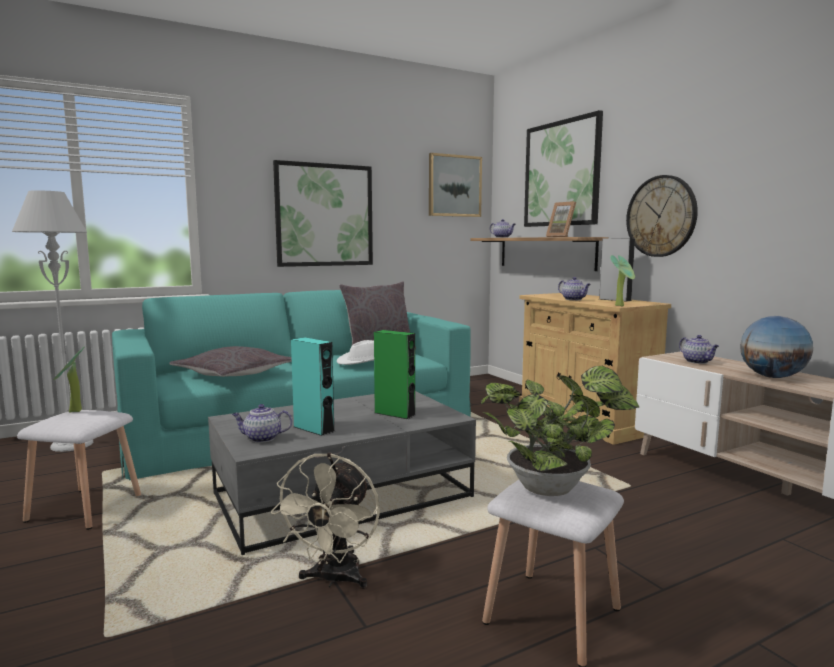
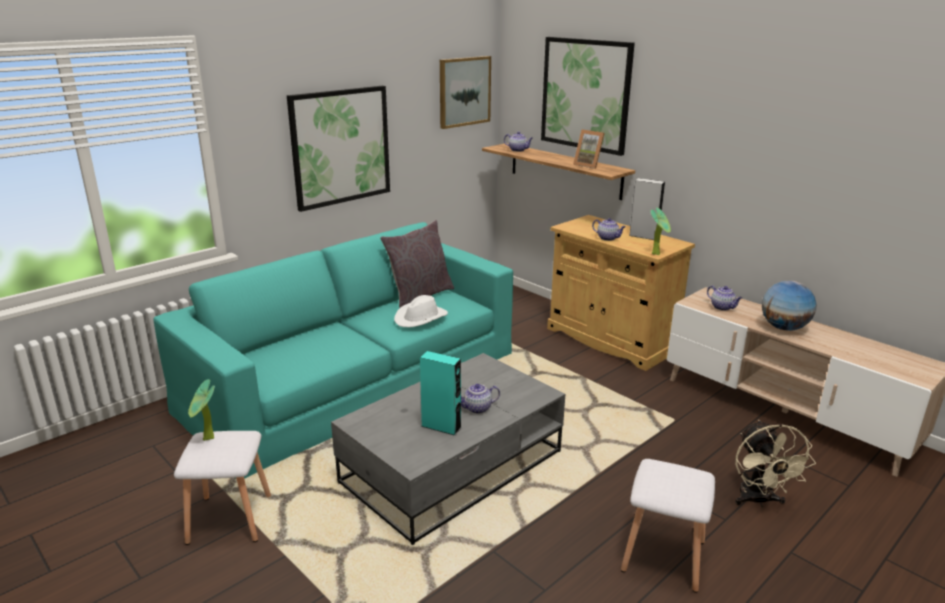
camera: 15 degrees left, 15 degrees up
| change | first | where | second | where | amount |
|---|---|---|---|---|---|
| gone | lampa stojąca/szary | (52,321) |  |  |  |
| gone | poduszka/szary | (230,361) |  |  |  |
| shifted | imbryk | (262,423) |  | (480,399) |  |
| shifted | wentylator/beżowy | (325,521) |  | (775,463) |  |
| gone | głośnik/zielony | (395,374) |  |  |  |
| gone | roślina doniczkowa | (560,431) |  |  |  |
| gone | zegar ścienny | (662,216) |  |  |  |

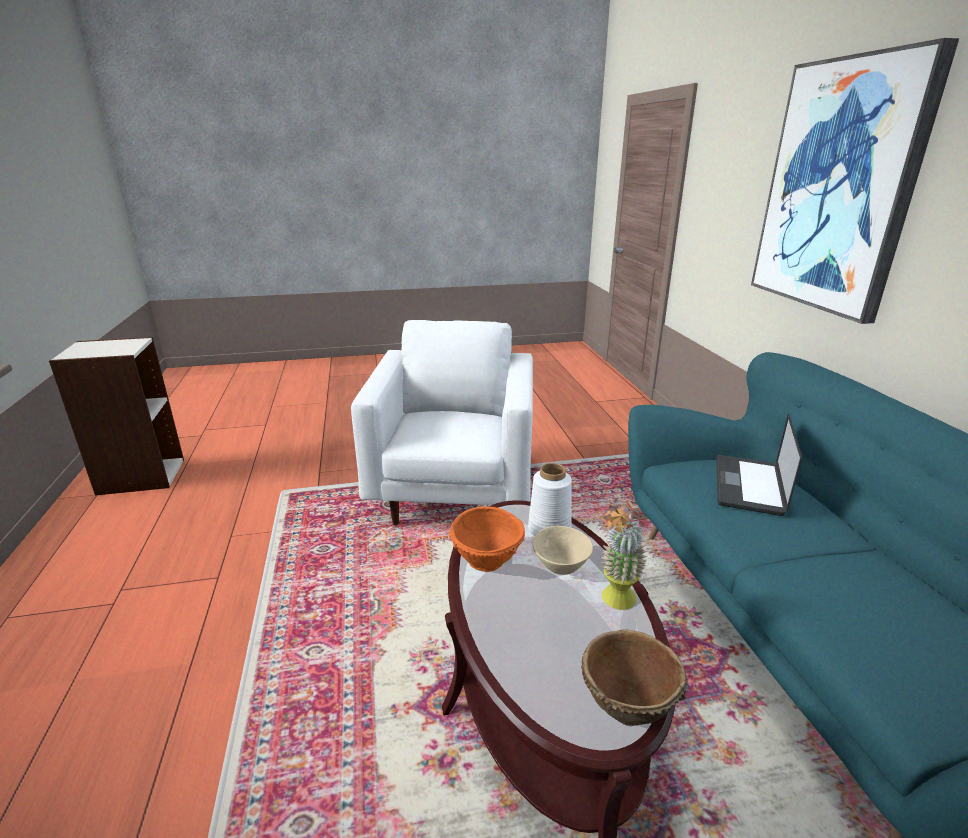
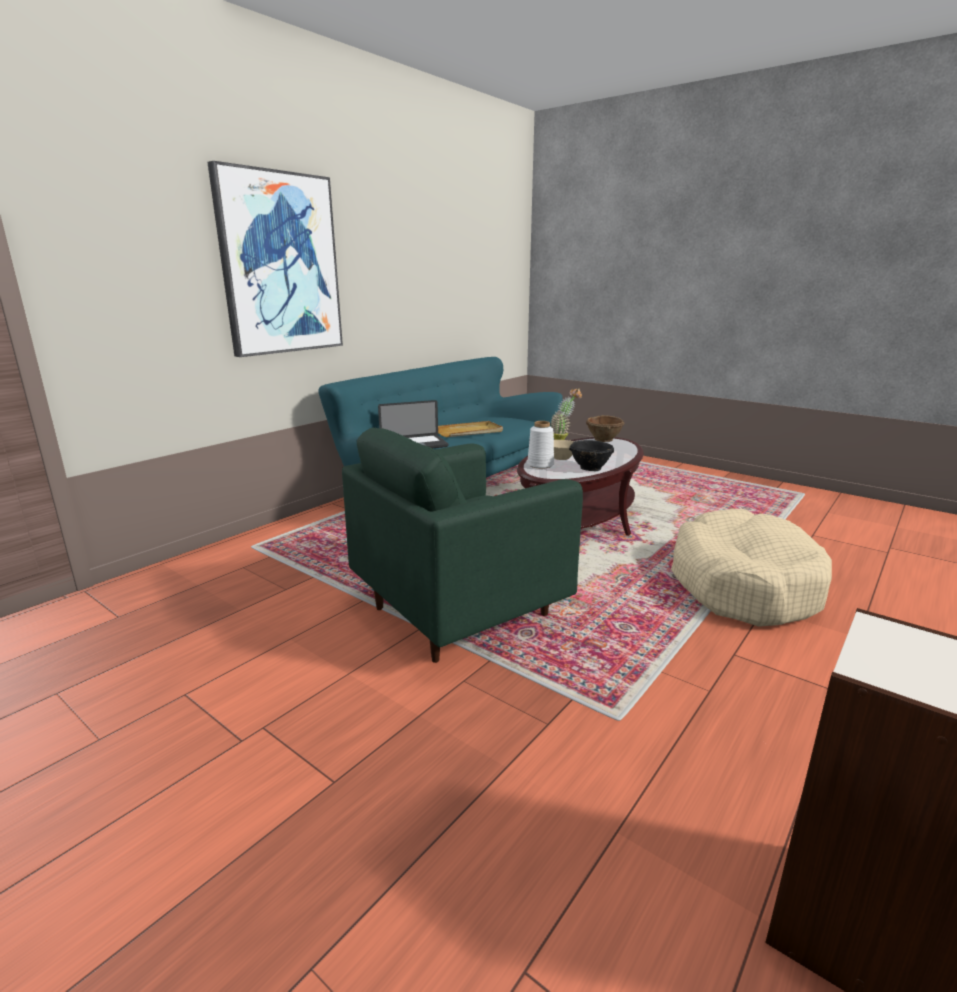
camera: 130 degrees left, 5 degrees down
| change | first | where | second | where | amount |
|---|---|---|---|---|---|
| repainted | fotel/biały | (442,422) | fotel/zielony | (462,545) |  |
| repainted | miska/pomarańczowy | (487,539) | miska/czarny | (591,455) |  |
| new |  |  | taca/beżowy | (470,429) |  |
| new |  |  | legowisko/beżowy | (751,568) |  |

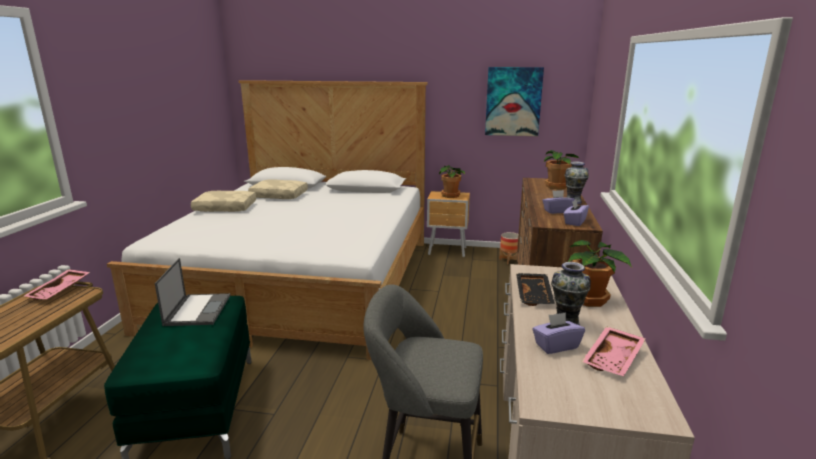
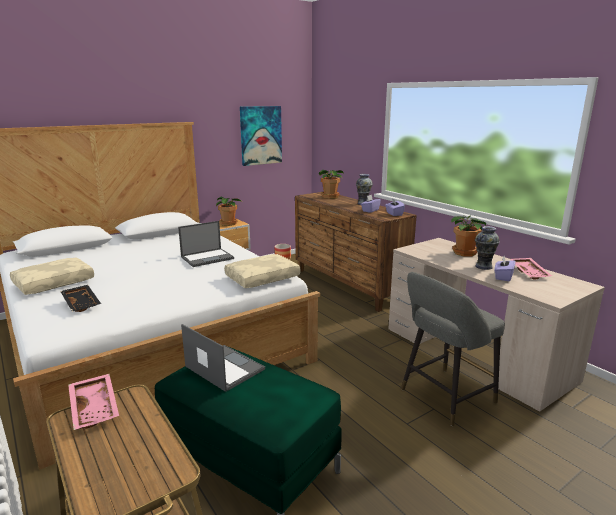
camera: 45 degrees left, 0 degrees up
| change | first | where | second | where | amount |
|---|---|---|---|---|---|
| shifted | poduszka/beżowy | (278,189) |  | (262,271) |  |
| shifted | taca/czarny | (535,289) |  | (80,298) |  |
| new |  |  | laptop | (206,244) |  |

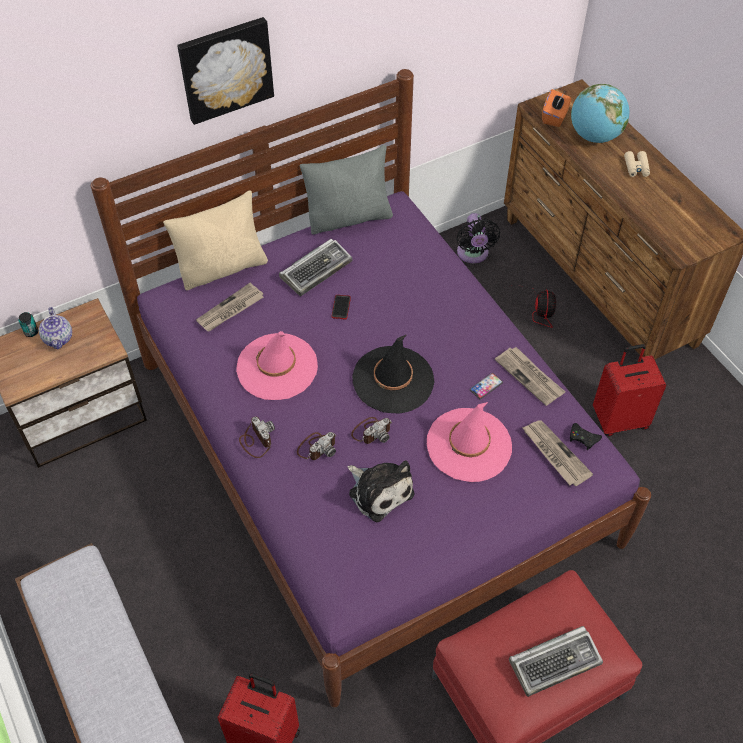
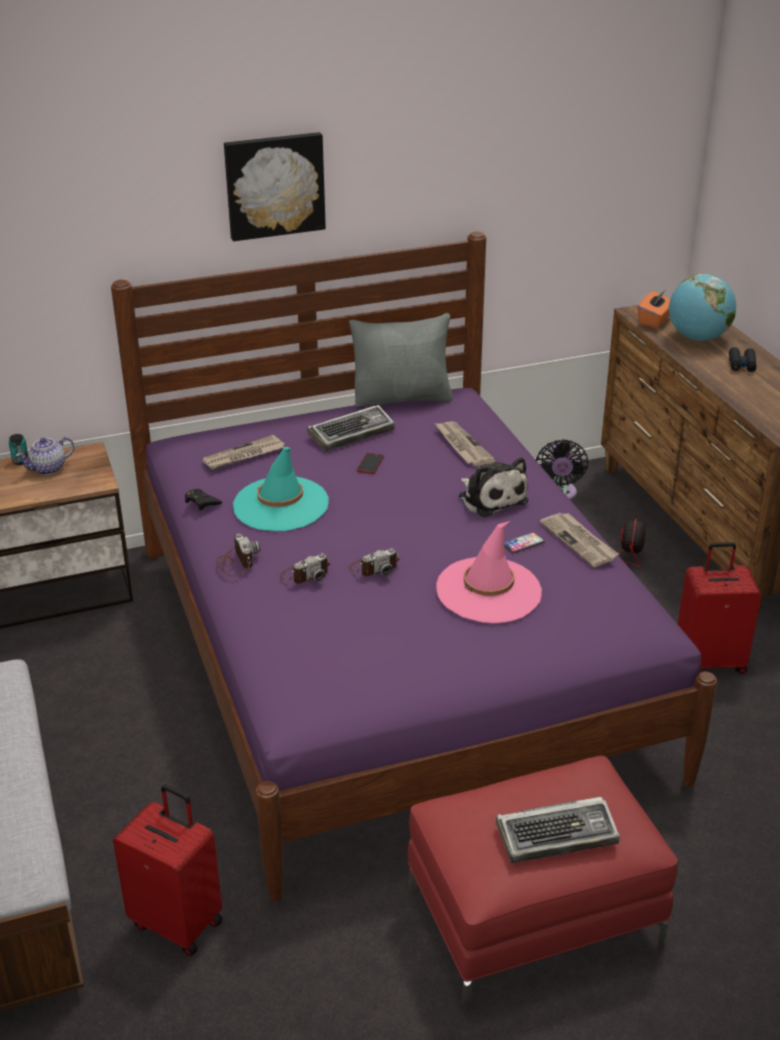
camera: 10 degrees right, 20 degrees down
| change | first | where | second | where | amount |
|---|---|---|---|---|---|
| rotated | imbryk | (55,328) |  | (45,456) | 60 degrees clockwise |
| gone | poduszka/beżowy | (215,240) |  |  |  |
| repainted | kapelusz/różowy | (277,365) | kapelusz/turkusowy | (281,489) |  |
| shifted | pluszak | (381,491) |  | (494,487) |  |
| gone | kapelusz/czarny | (393,374) |  |  |  |
| shifted | gazeta | (557,453) |  | (465,444) |  |
| shifted | pad do gier/czarny | (586,436) |  | (203,500) |  |
| repainted | lornetka/beżowy | (637,164) | lornetka/czarny | (742,359) |  |

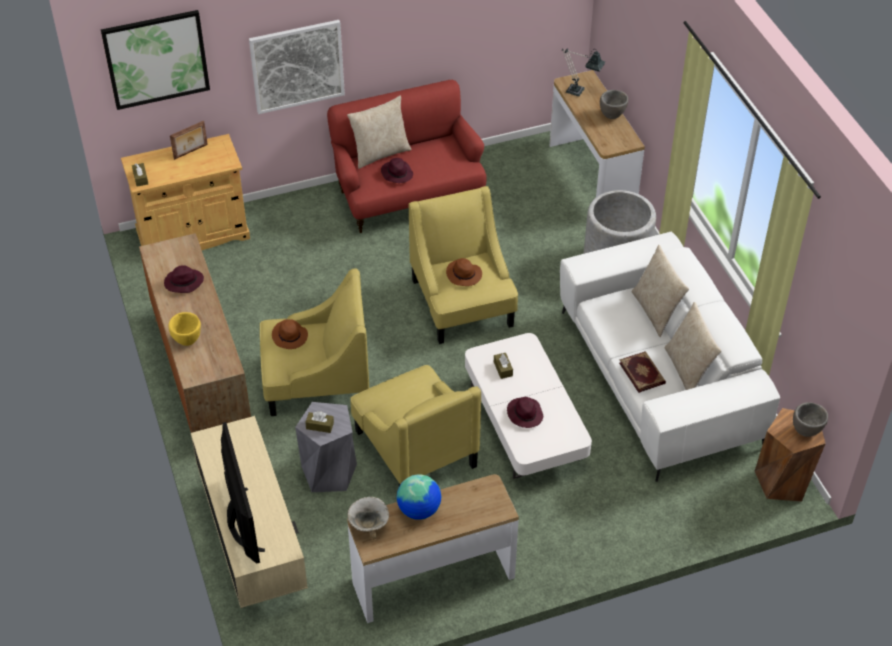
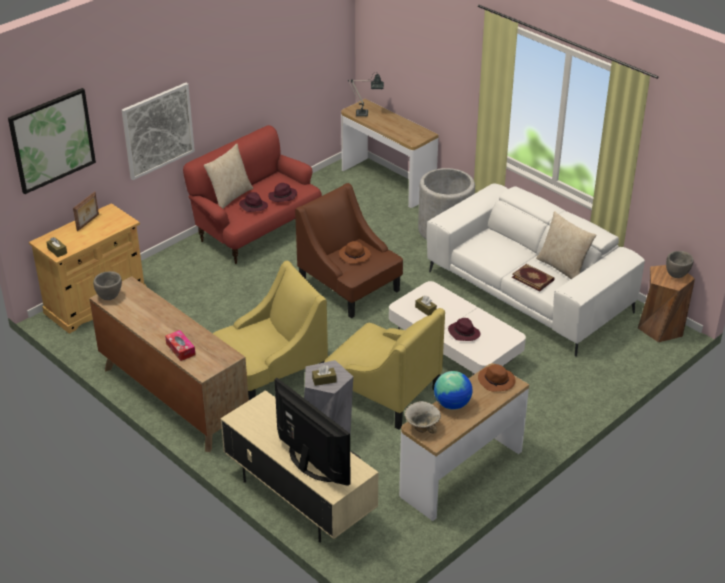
camera: 25 degrees left, 10 degrees down
| change | first | where | second | where | amount |
|---|---|---|---|---|---|
| shifted | kapelusz/fioletowy | (184,279) |  | (282,192) |  |
| swapped | miska/żółty | (184,329) | pudełko chusteczek | (180,345) |  |
| shifted | kapelusz/brązowy | (290,334) |  | (497,378) |  |
| repainted | fotel/żółty | (463,265) | fotel/brązowy | (349,250) |  |
| shifted | miska/szary | (614,104) |  | (107,285) |  |
| gone | poduszka/beżowy | (660,291) |  |  |  |

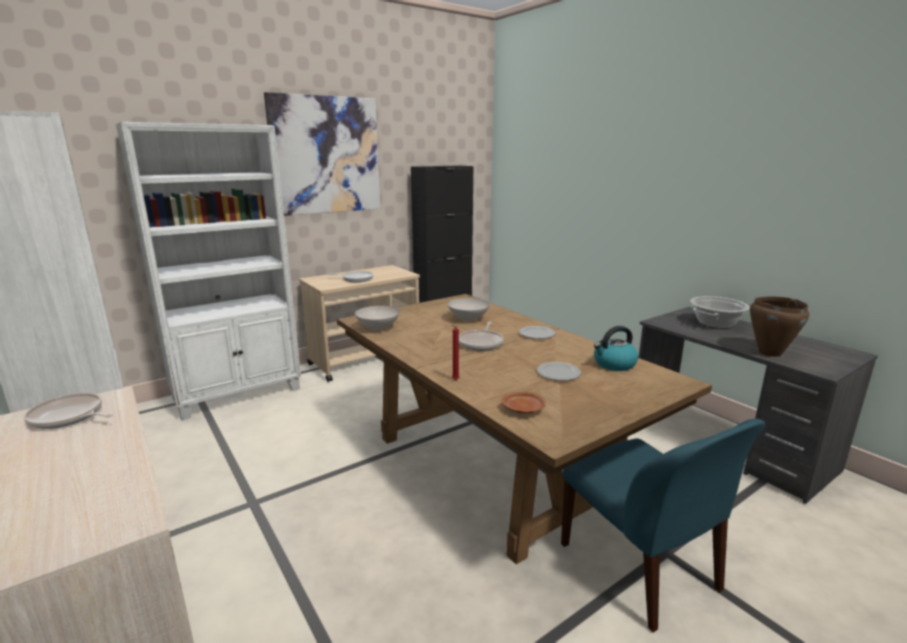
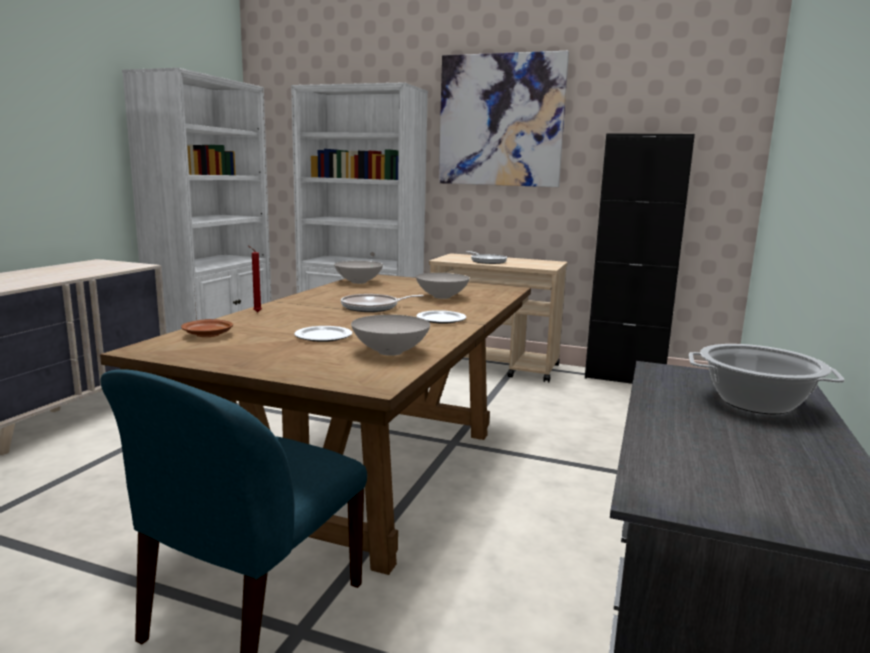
camera: 55 degrees right, 5 degrees down
| change | first | where | second | where | amount |
|---|---|---|---|---|---|
| gone | patelnia | (68,411) |  |  |  |
| swapped | czajnik | (616,348) | miska/biały | (390,335) |  |
| gone | garnek/brązowy | (779,327) |  |  |  |

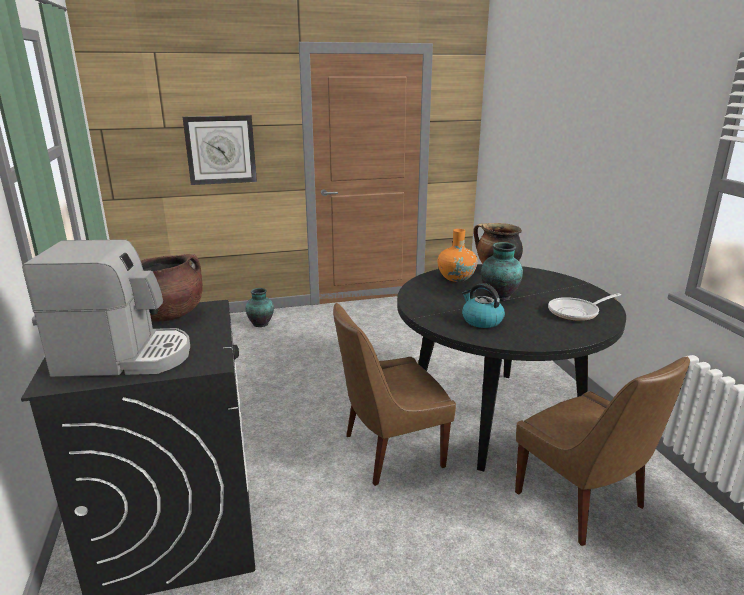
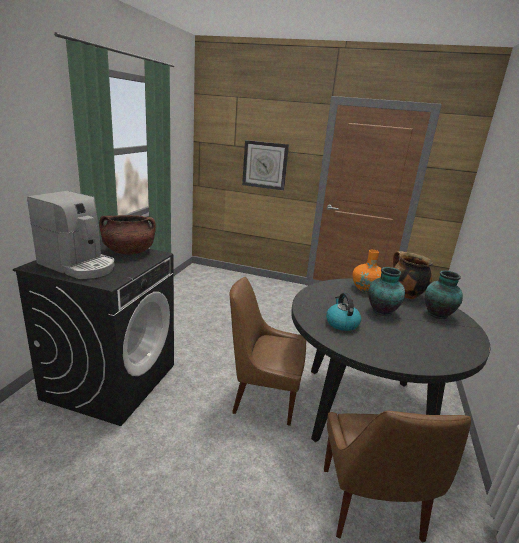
camera: 30 degrees right, 0 degrees up
| change | first | where | second | where | amount |
|---|---|---|---|---|---|
| shifted | wazon | (260,307) |  | (444,294) |  |
| gone | patelnia | (584,307) |  |  |  |

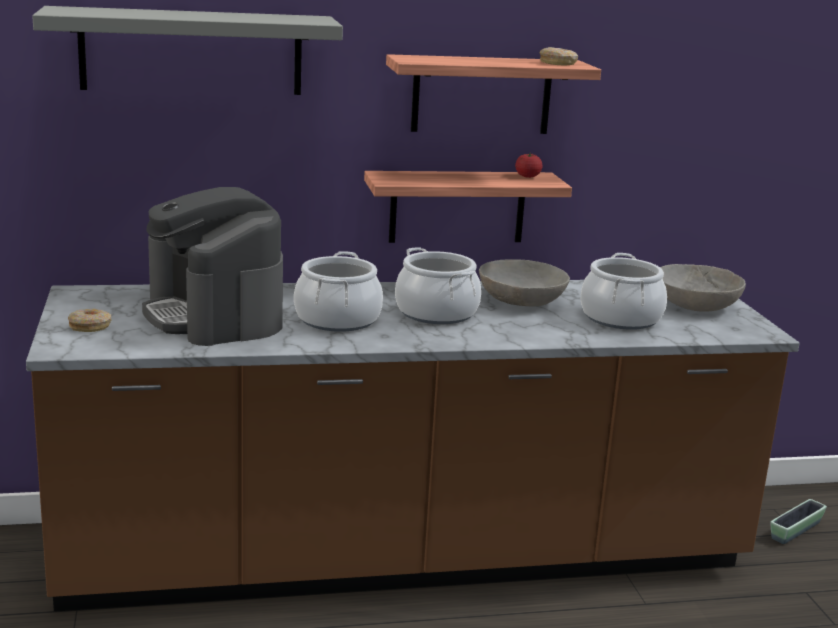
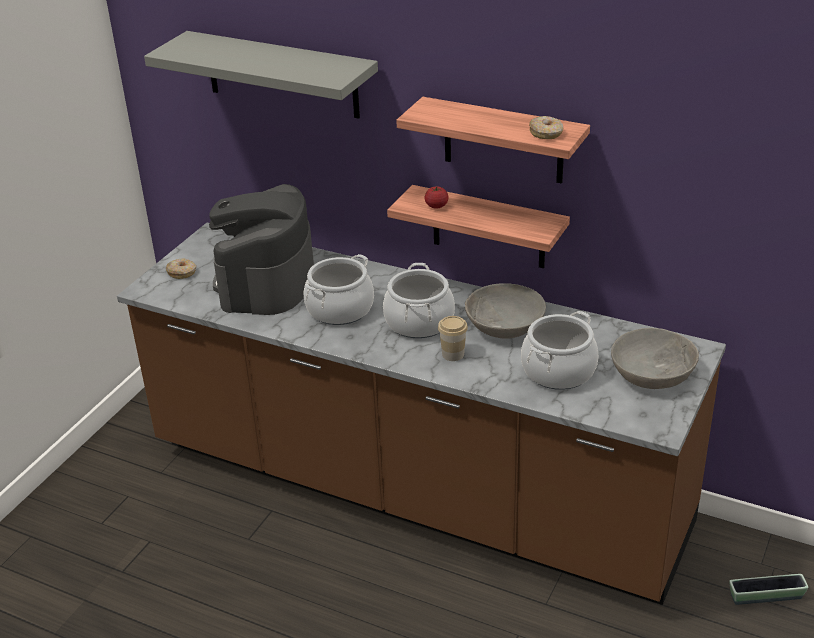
camera: 40 degrees right, 15 degrees up
| change | first | where | second | where | amount |
|---|---|---|---|---|---|
| shifted | pomidor | (528,165) |  | (437,198) |  |
| new |  |  | filiżanka | (453,338) |  |

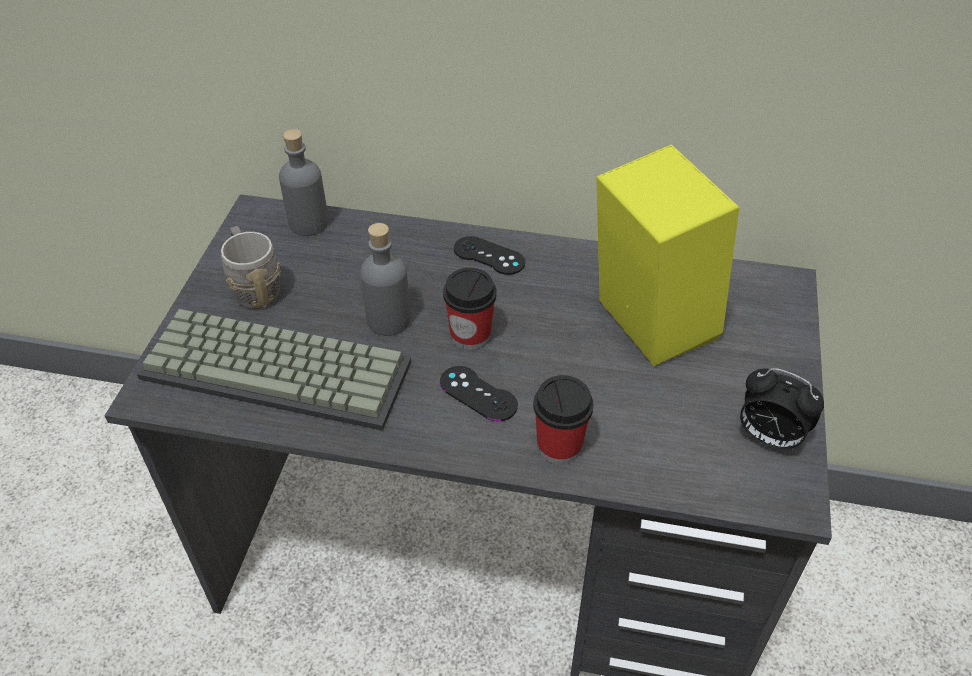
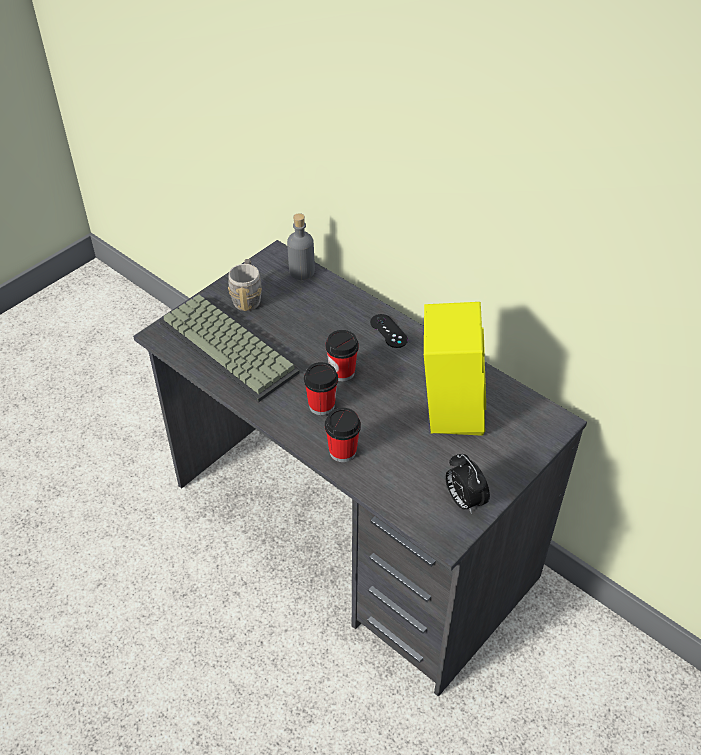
camera: 30 degrees right, 0 degrees up
| change | first | where | second | where | amount |
|---|---|---|---|---|---|
| gone | butelka/szary | (385,279) |  |  |  |
| swapped | pad do gier/czarny | (479,393) | filiżanka | (321,388) |  |

